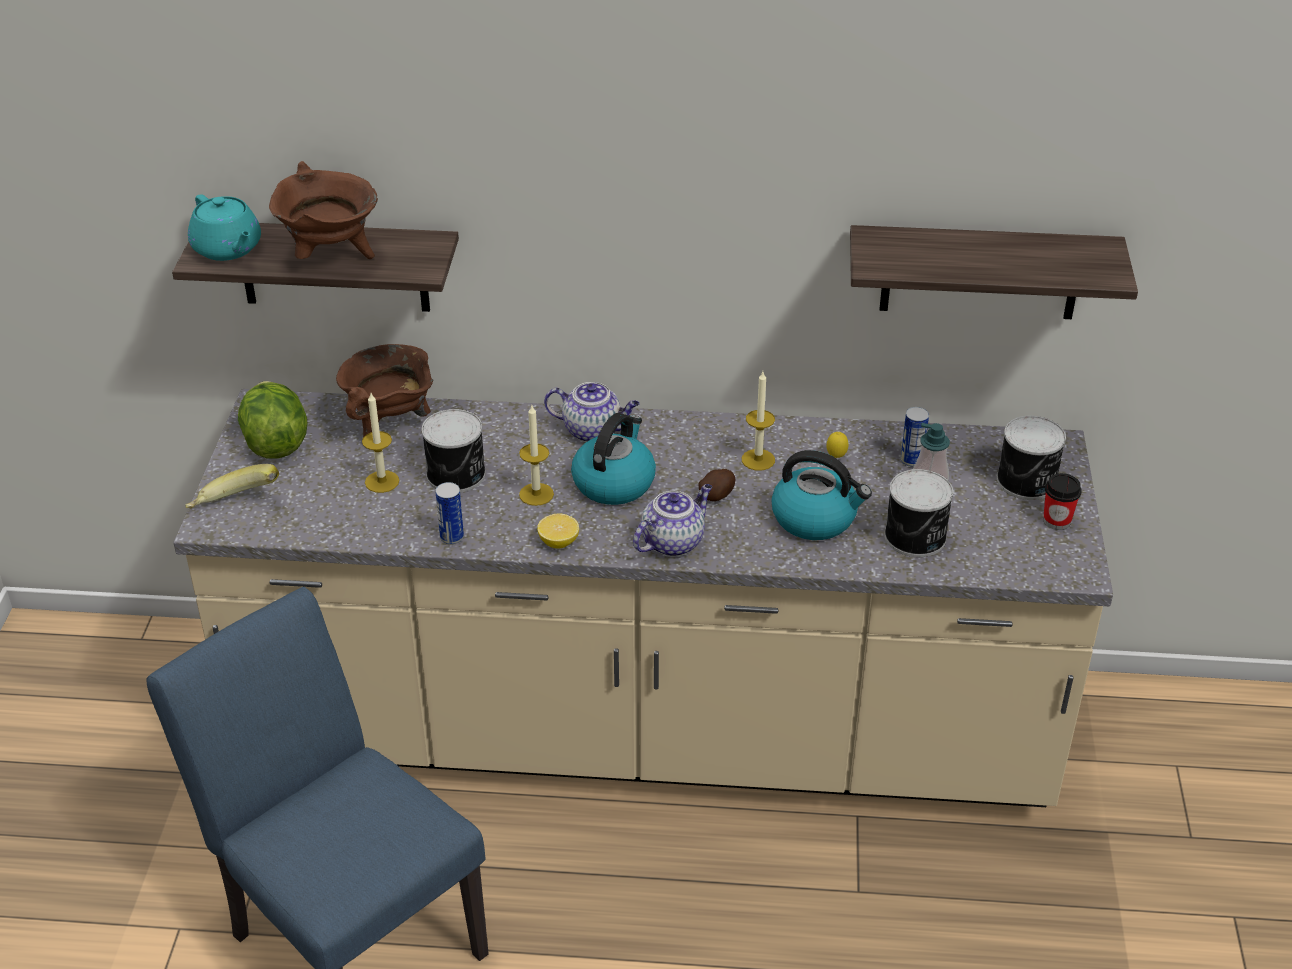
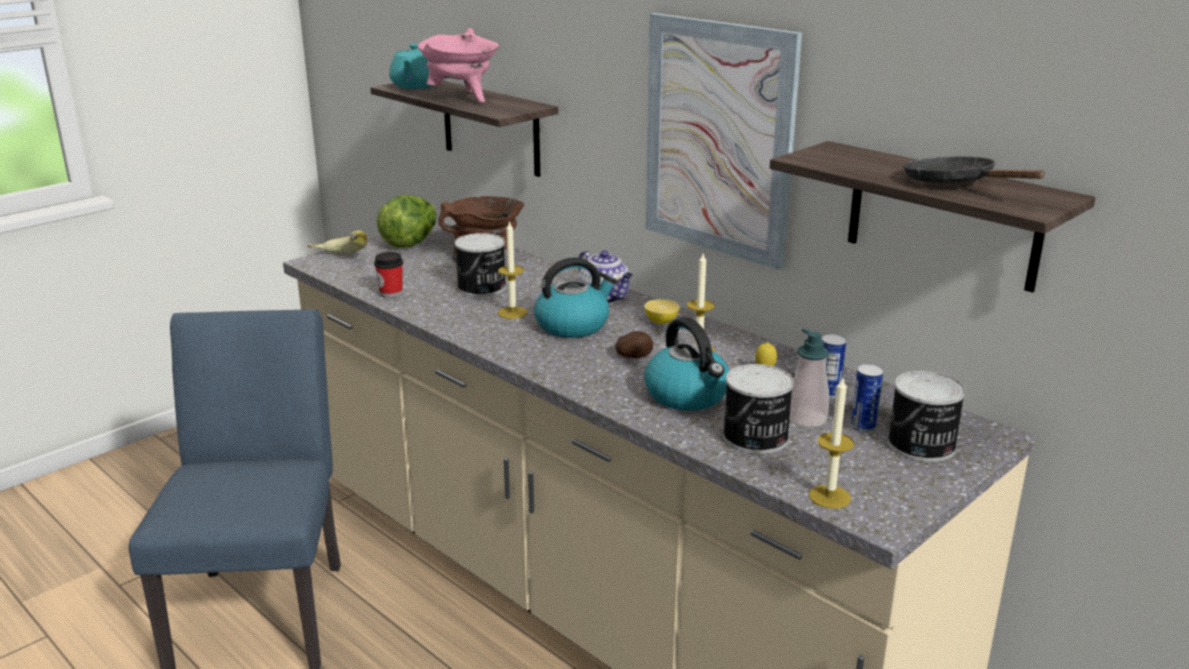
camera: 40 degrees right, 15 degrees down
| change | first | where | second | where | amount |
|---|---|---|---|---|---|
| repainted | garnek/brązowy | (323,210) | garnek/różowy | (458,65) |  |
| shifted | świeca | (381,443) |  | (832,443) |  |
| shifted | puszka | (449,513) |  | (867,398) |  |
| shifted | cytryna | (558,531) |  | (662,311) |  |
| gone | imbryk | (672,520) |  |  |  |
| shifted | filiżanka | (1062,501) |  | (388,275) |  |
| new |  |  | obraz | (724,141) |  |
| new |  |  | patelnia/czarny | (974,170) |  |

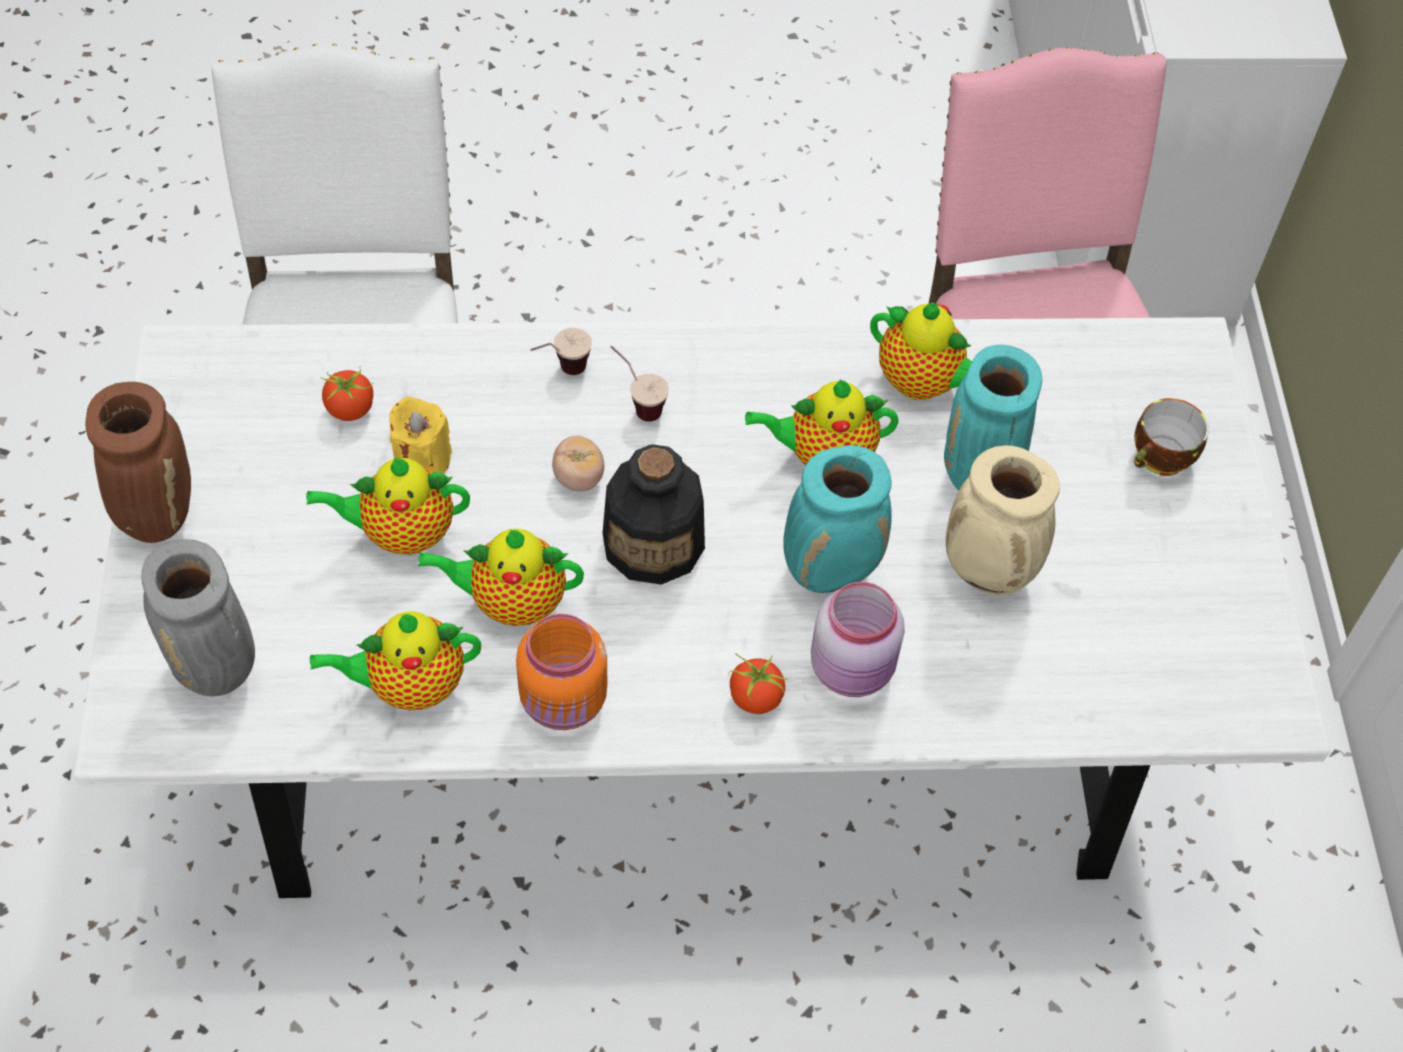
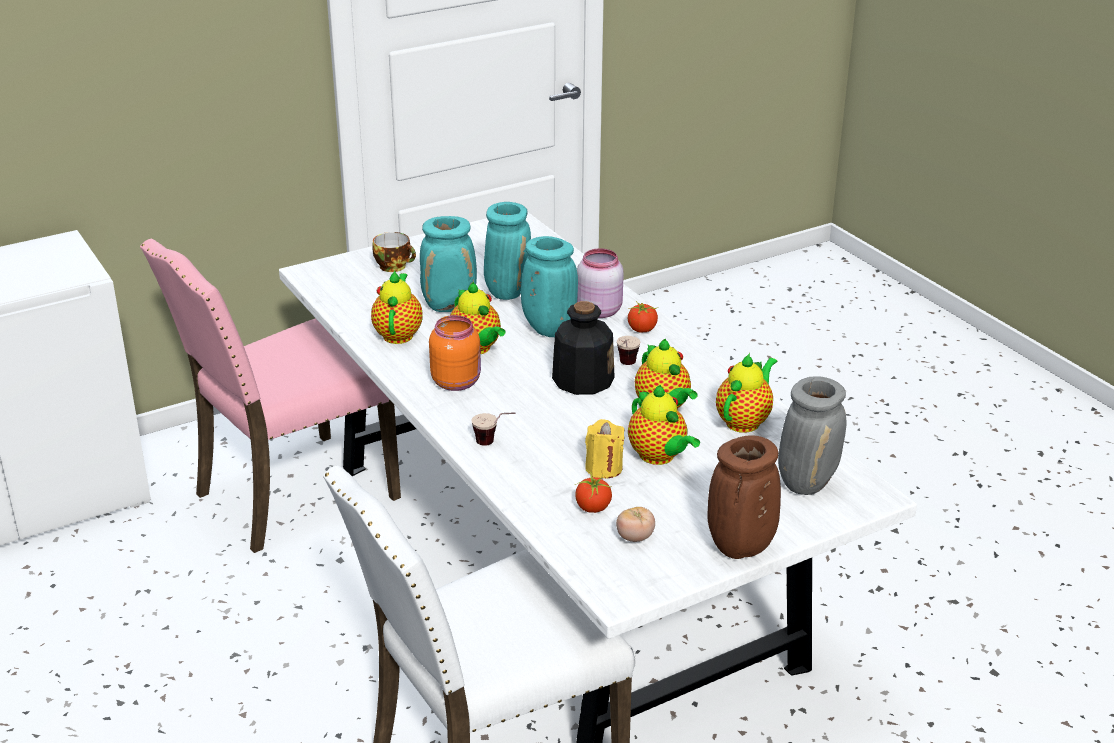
camera: 115 degrees left, 25 degrees down
| change | first | where | second | where | amount |
|---|---|---|---|---|---|
| rotated | imbryk | (395,660) |  | (746,393) | 105 degrees counterclockwise |
| shifted | słoik/pomarańczowy | (561,672) |  | (455,353) |  |
| shifted | pomidor | (578,464) |  | (635,524) |  |
| shifted | filiżanka | (640,384) |  | (628,350) |  |
| repainted | wazon/beżowy | (1003,520) | wazon/turkusowy | (507,251) |  |

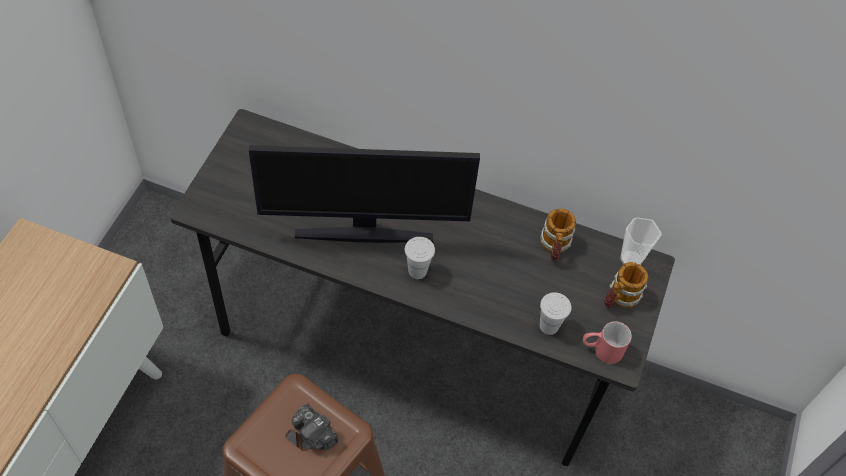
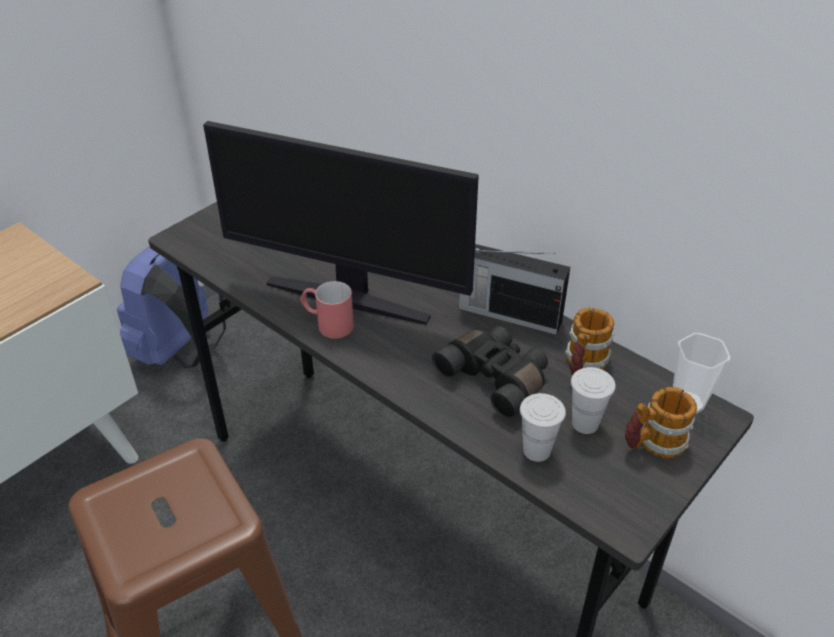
camera: 25 degrees right, 15 degrees down
| change | first | where | second | where | amount |
|---|---|---|---|---|---|
| gone | aparat fotograficzny | (315,427) |  |  |  |
| shifted | filiżanka/biały | (420,258) |  | (593,400) |  |
| shifted | kubek/czerwony | (607,342) |  | (327,310) |  |
| new |  |  | plecak/niebieski | (171,307) |  |
| new |  |  | lornetka/czarny | (490,372) |  |
| new |  |  | radio | (514,289) |  |

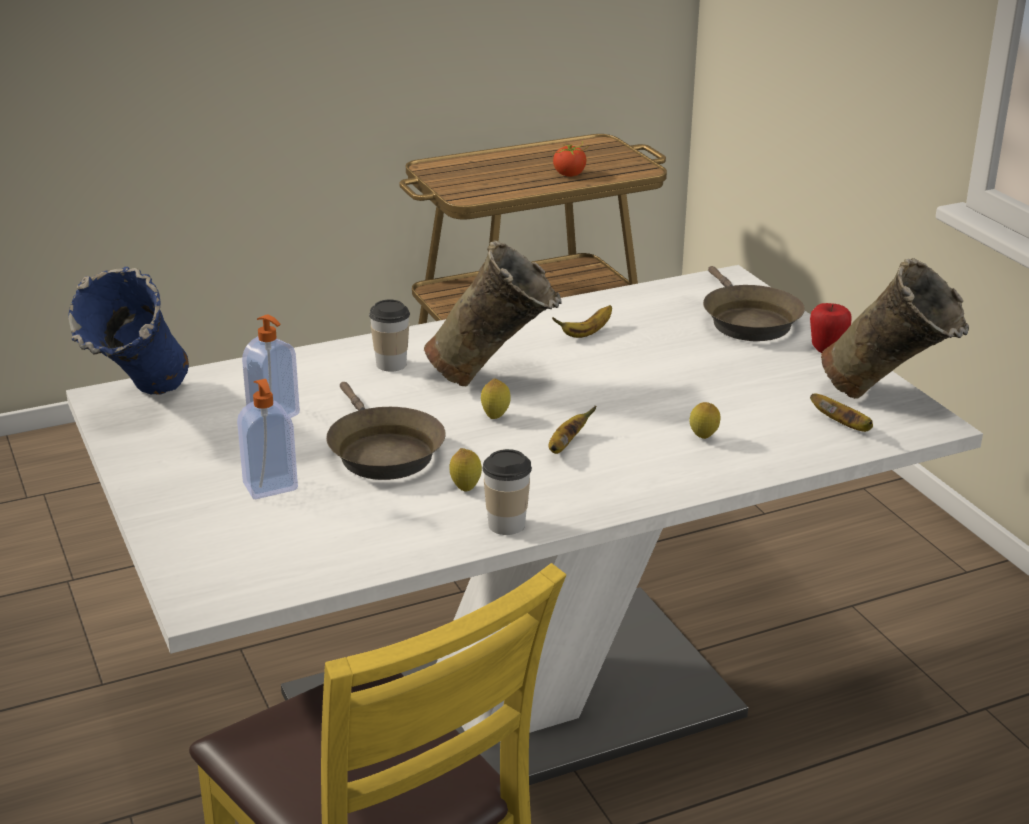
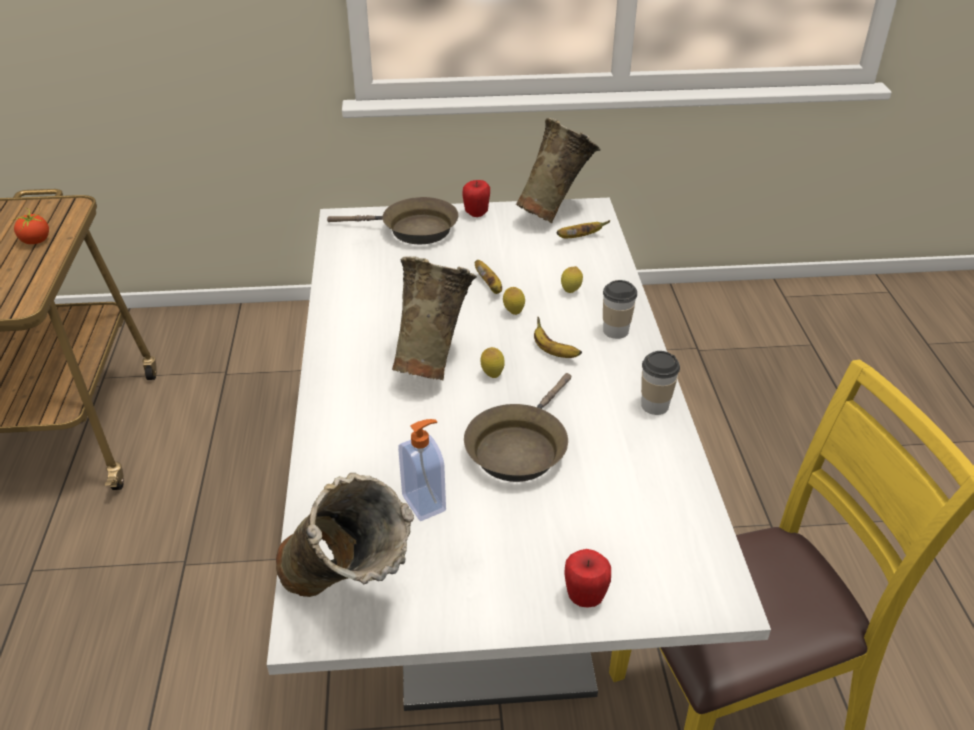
camera: 70 degrees left, 10 degrees up
| change | first | where | second | where | amount |
|---|---|---|---|---|---|
| repainted | wazon/niebieski | (128,331) | wazon/beżowy | (345,535) |  |
| gone | dozownik mydła | (267,439) |  |  |  |
| rotated | patelnia/brązowy | (386,431) |  | (517,427) | 120 degrees clockwise |
| shifted | filiżanka | (389,336) |  | (620,309) |  |
| shifted | cytryna | (466,469) |  | (514,301) |  |
| shifted | banan | (582,321) |  | (488,277) |  |
| new |  |  | jabłko | (587,578) |  |

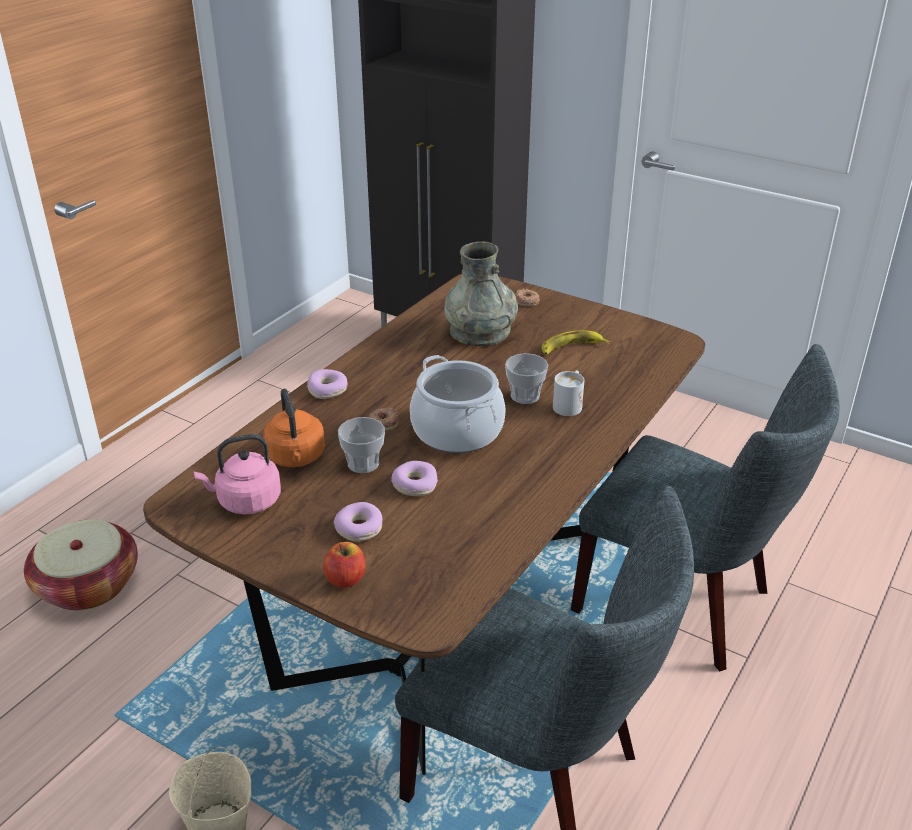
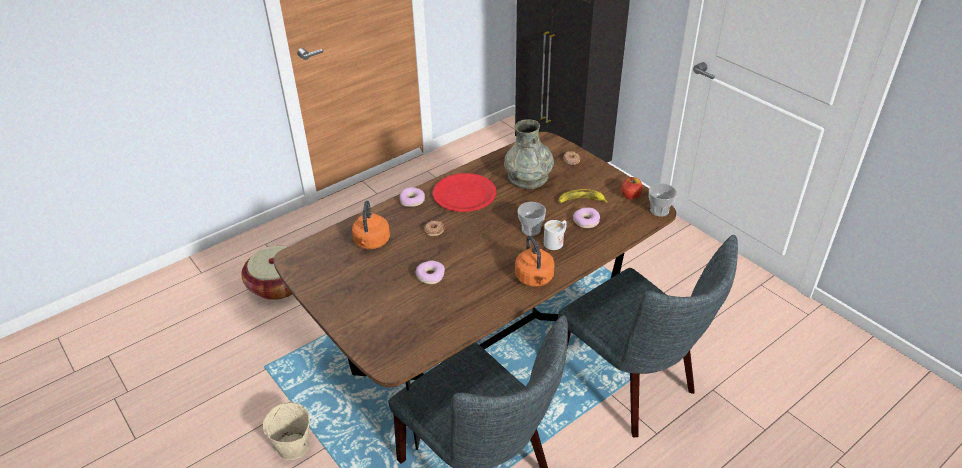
camera: 20 degrees right, 5 degrees up
| change | first | where | second | where | amount |
|---|---|---|---|---|---|
| gone | czajnik/różowy | (237,474) |  |  |  |
| shifted | jabłko | (344,565) |  | (632,188) |  |
| shifted | donut | (358,522) |  | (586,217) |  |
| shifted | filiżanka | (361,445) |  | (663,200) |  |
| gone | garnek | (458,404) |  |  |  |
| new |  |  | talerz/czerwony | (464,192) |  |
| new |  |  | czajnik/pomarańczowy | (535,261) |  |

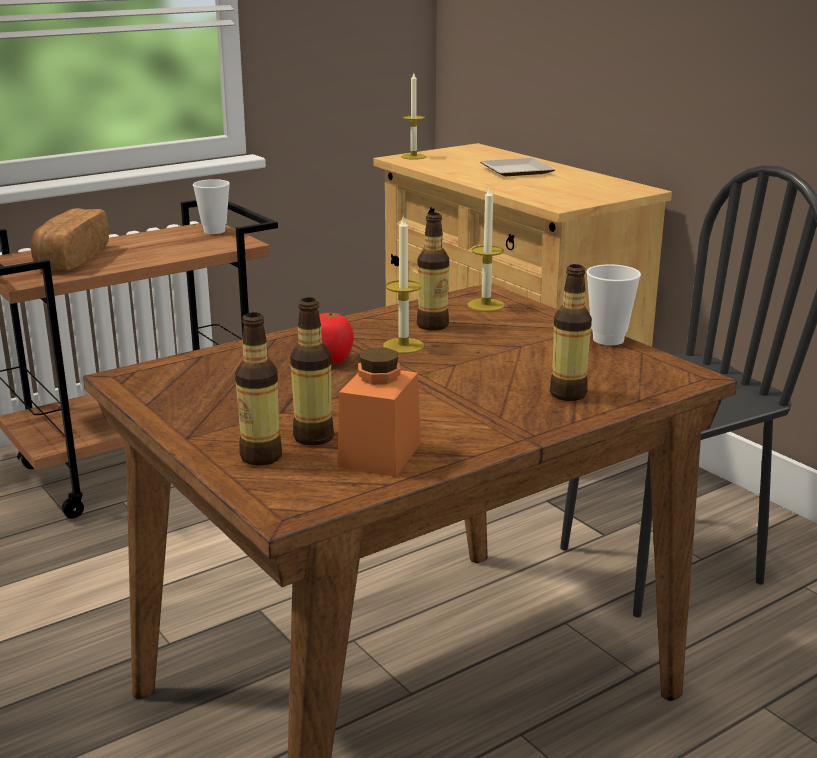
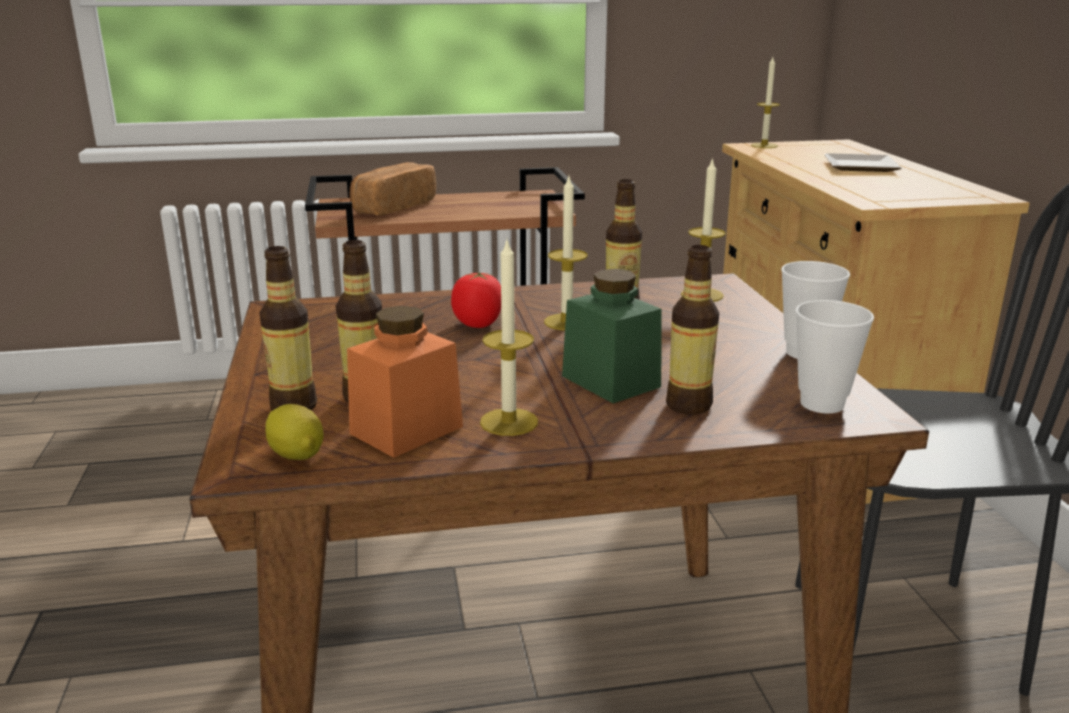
camera: 25 degrees right, 0 degrees up
| change | first | where | second | where | amount |
|---|---|---|---|---|---|
| shifted | filiżanka | (211,206) |  | (834,357) |  |
| new |  |  | cytryna | (294,432) |  |
| new |  |  | świeca | (509,338) |  |
| new |  |  | słoik/zielony | (612,336) |  |

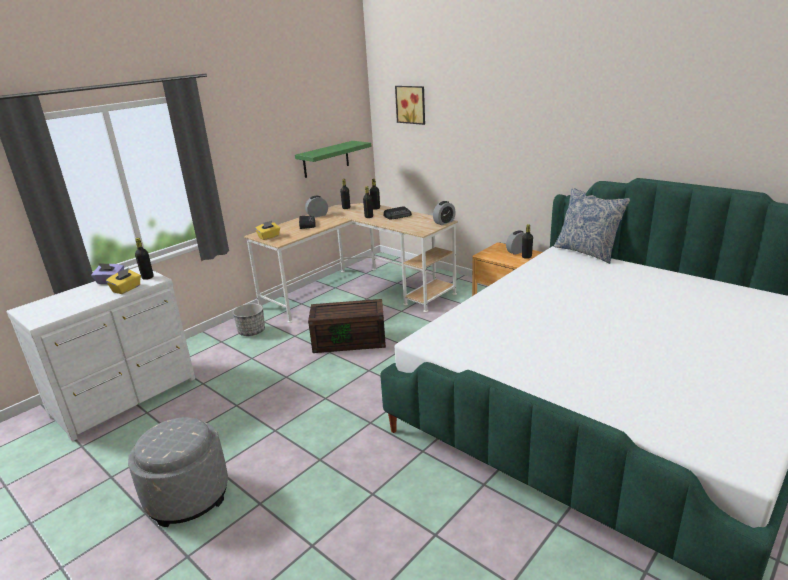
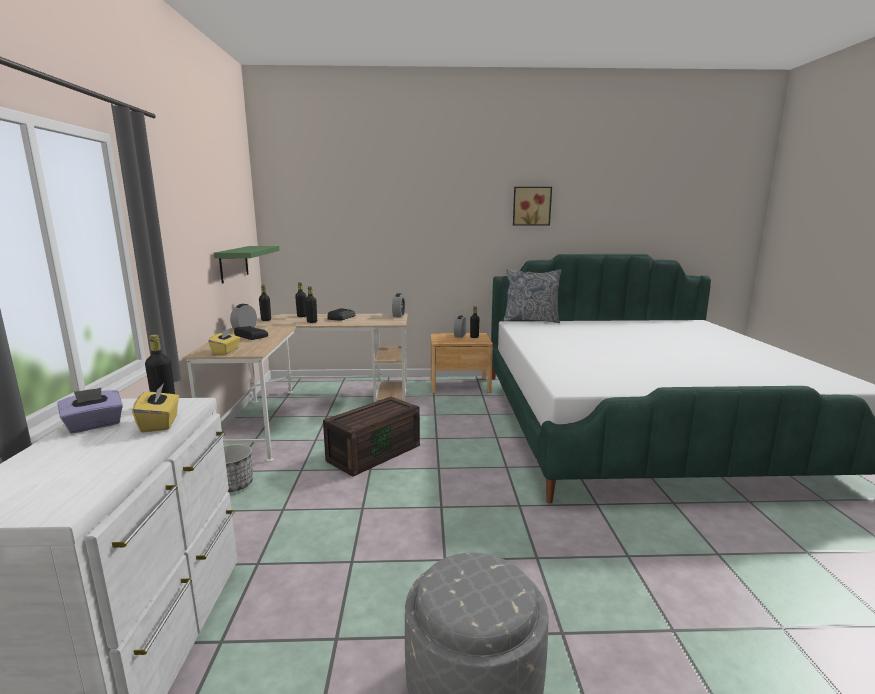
camera: 45 degrees left, 10 degrees down
| change | first | where | second | where | amount |
|---|---|---|---|---|---|
| shifted | obraz | (410,105) |  | (532,206) |  |

